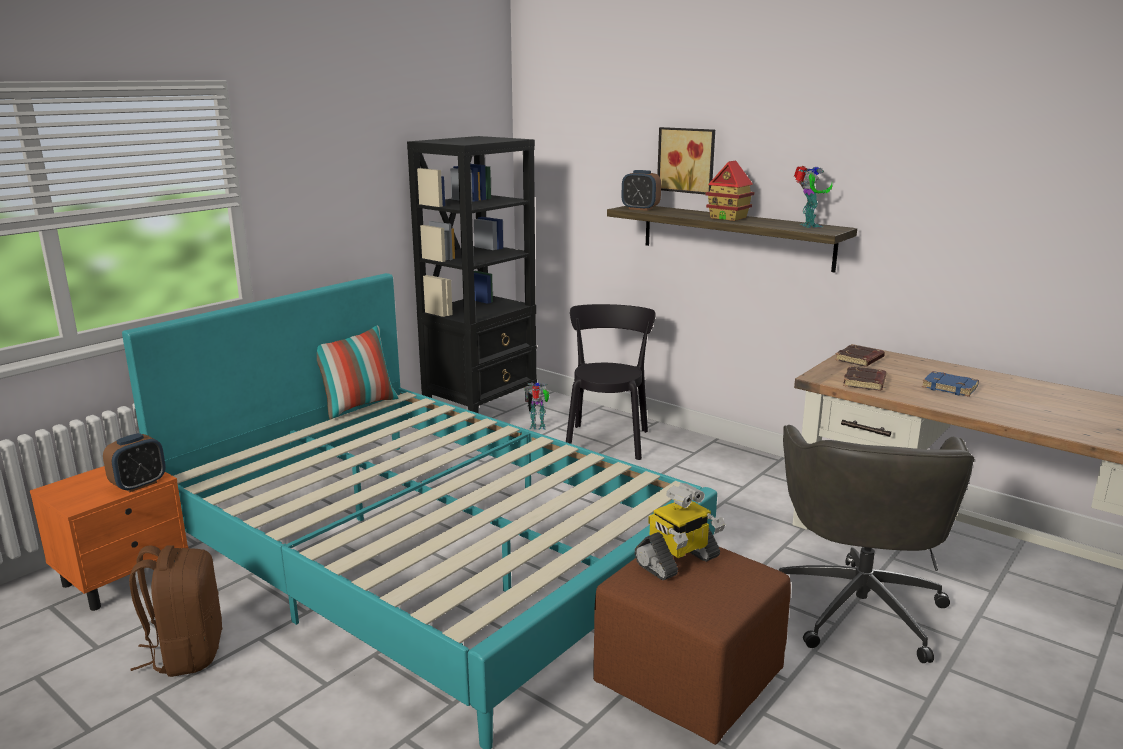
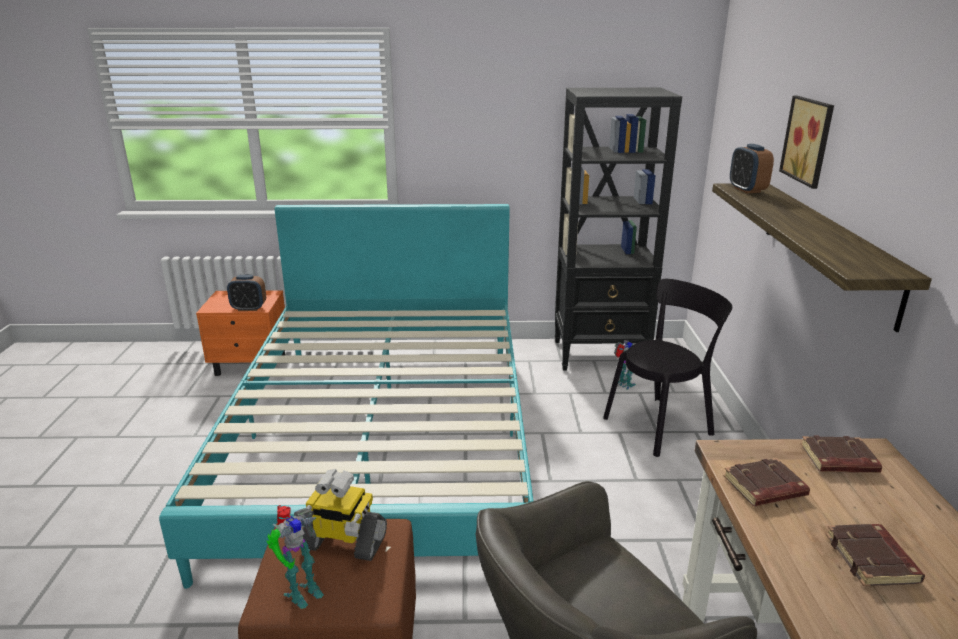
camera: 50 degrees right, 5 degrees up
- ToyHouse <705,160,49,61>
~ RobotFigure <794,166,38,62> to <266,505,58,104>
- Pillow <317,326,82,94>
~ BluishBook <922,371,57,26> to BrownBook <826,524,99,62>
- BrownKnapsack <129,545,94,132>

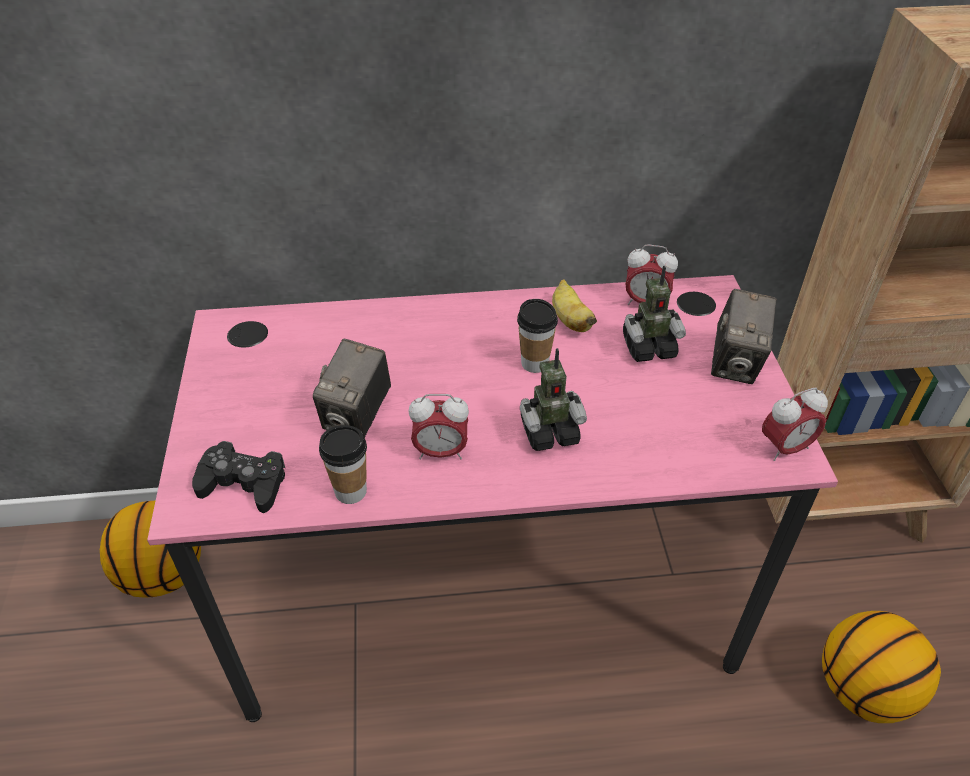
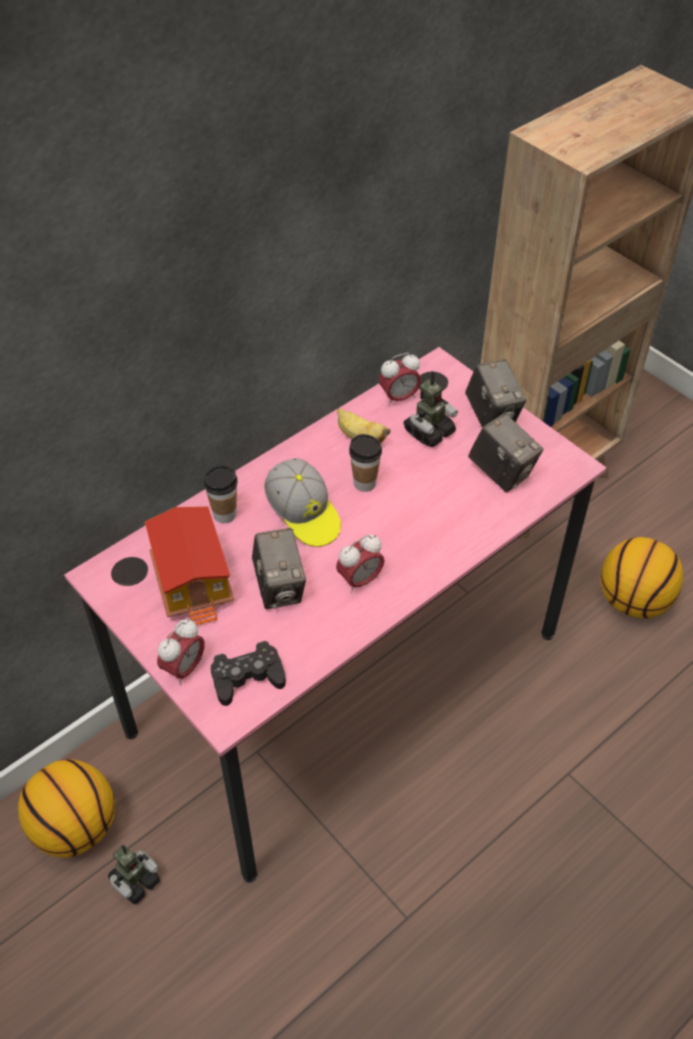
camera: 35 degrees left, 5 degrees up
~ RobotFigure <520,348,67,103> to <108,845,52,59>
~ TableClock <762,388,66,73> to <157,619,48,66>
~ Cup <319,425,48,79> to <203,465,35,58>
+ PhotoCamera <468,413,75,79>
+ Cap <264,458,77,89>
+ ToyHouse <145,506,89,119>

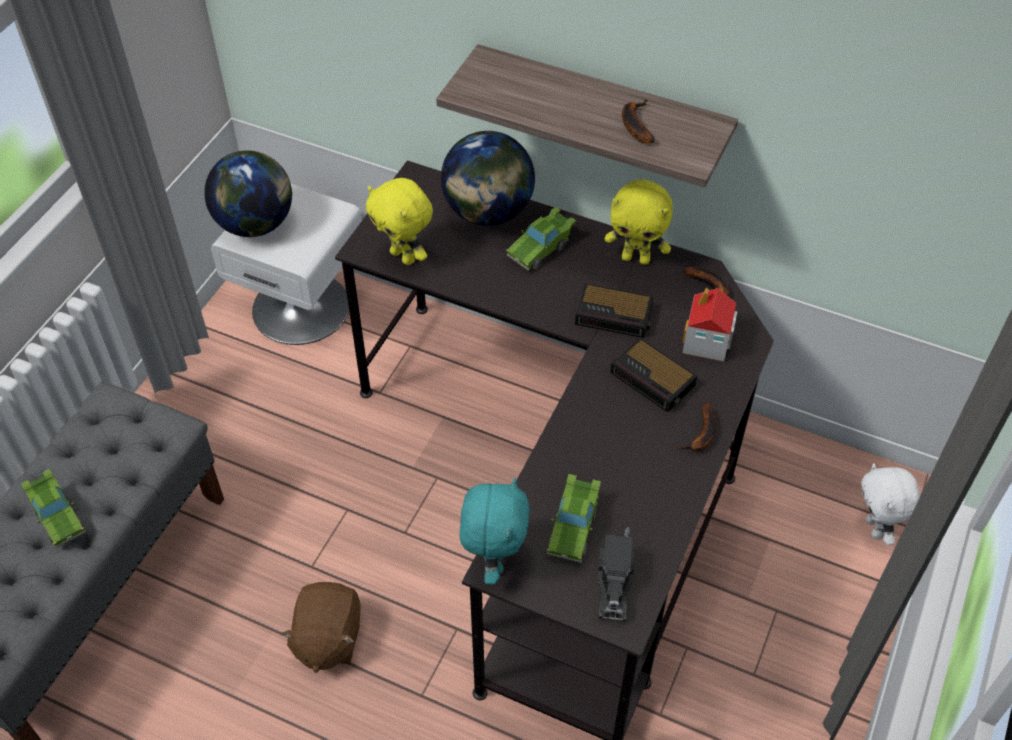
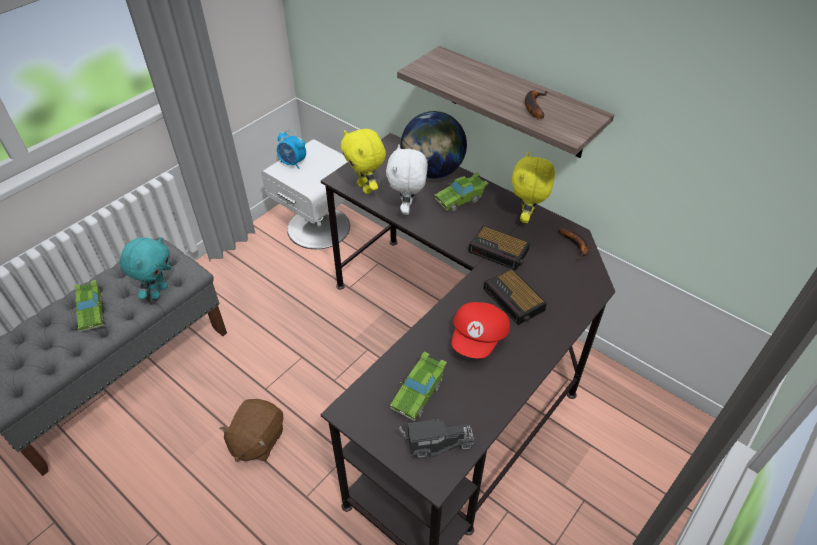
camera: 15 degrees right, 5 degrees down
~ DeskGlobe <204,150,88,87> to TableClock <277,130,29,39>
~ YellowColouredPlushToy <605,180,68,85> = <512,152,43,71> 75 degrees clockwise
- ToyHouse <683,288,54,73>
- WholeBanana <675,402,41,50>
~ WhitishPlushToy <861,463,59,82> to <386,144,42,71>
~ TurquoiseColouredPlushToy <459,477,71,108> to <120,237,51,62>
~ ToyTruck <598,527,37,94> = <399,419,76,40> 120 degrees counterclockwise
+ RedCap <451,302,59,56>

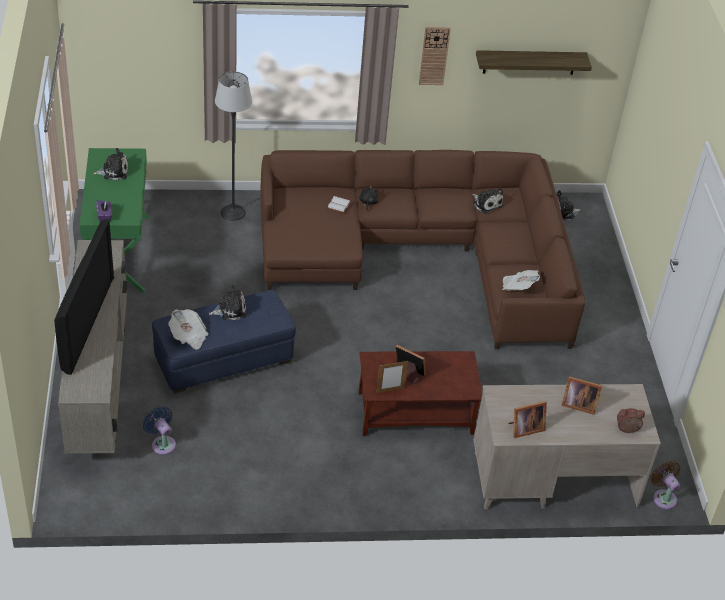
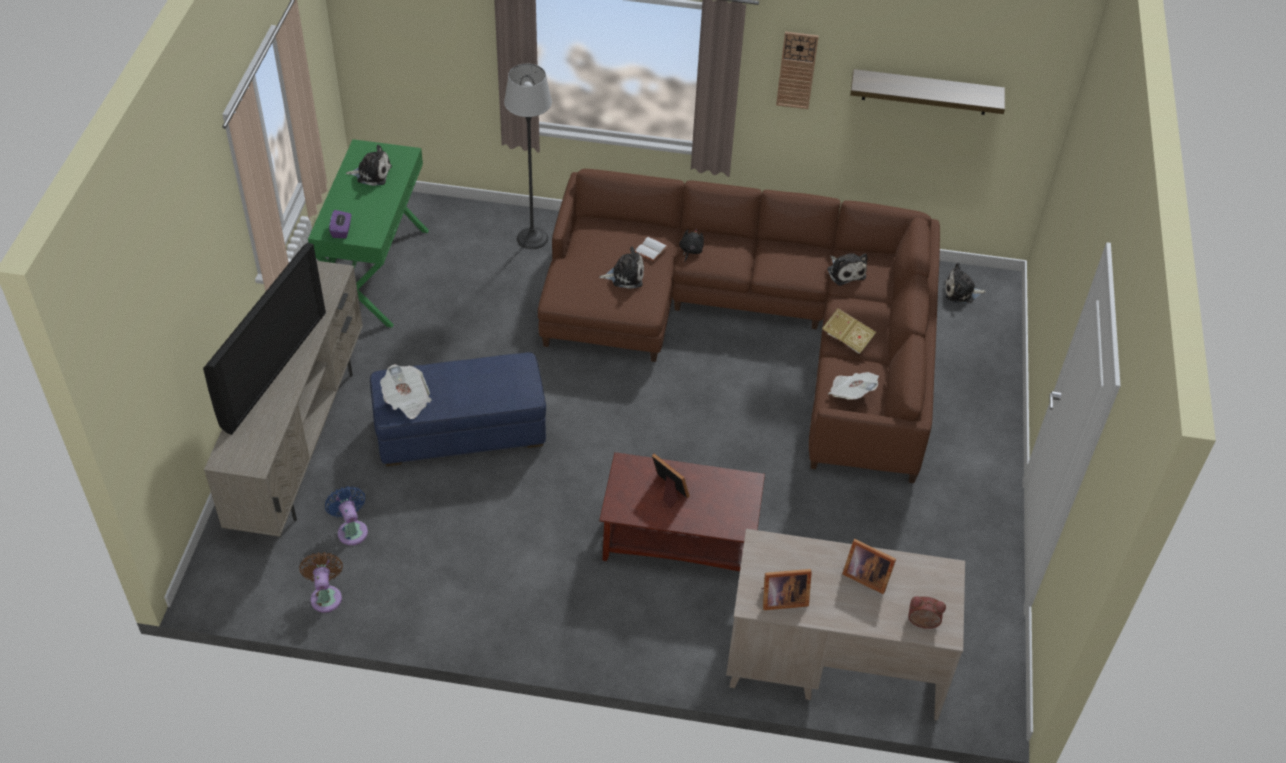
camera: 15 degrees right, 5 degrees up
~ PlushToy <209,285,37,35> to <599,246,45,43>
- PhotoFrame <376,361,32,32>
~ BrownCoolingFan <651,461,30,49> to <299,552,44,61>
+ Book <822,308,54,46>

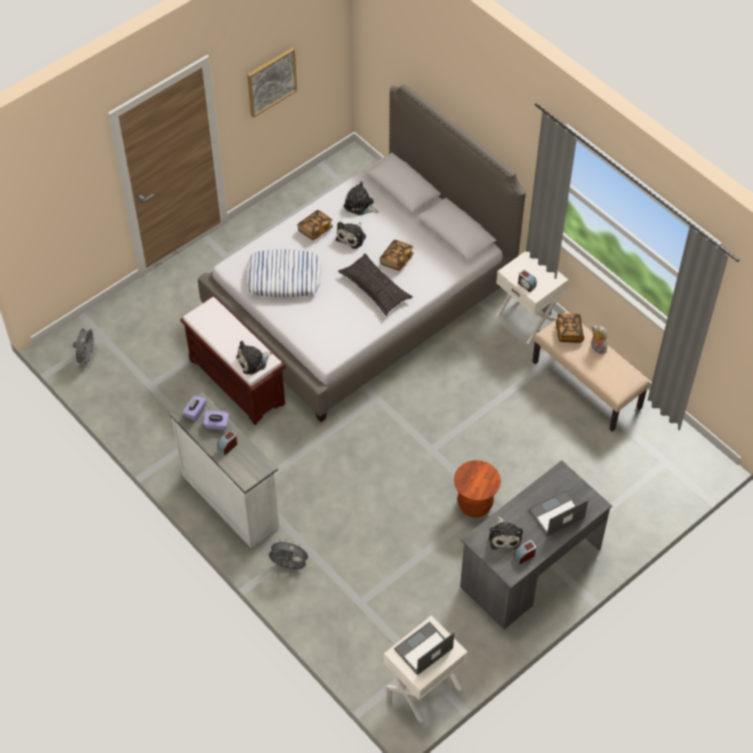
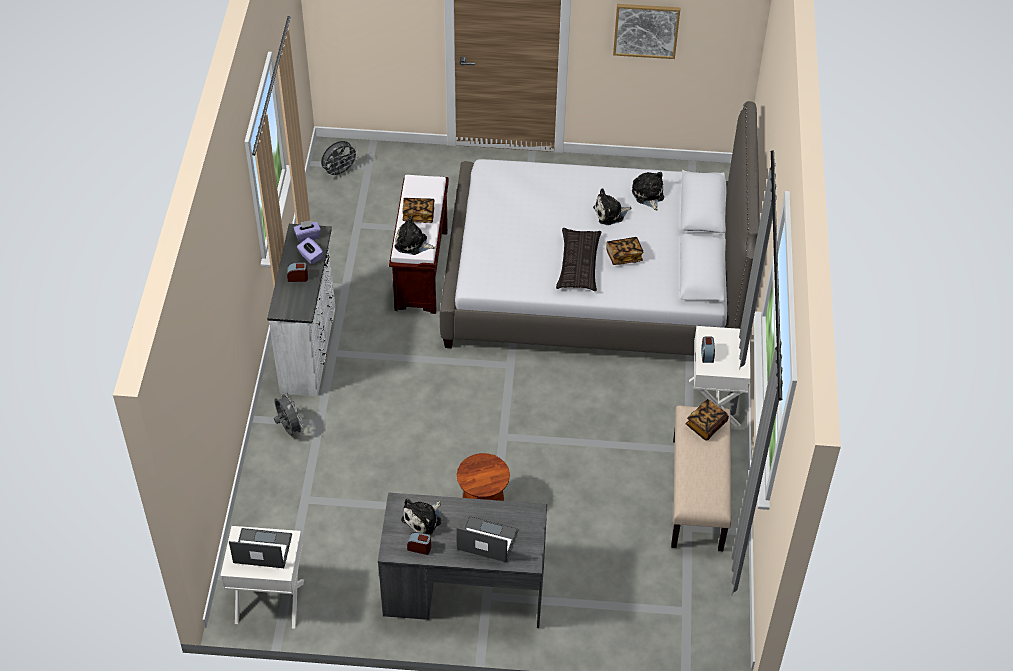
camera: 45 degrees right, 5 degrees down
~ Book <297,210,36,30> to <402,198,33,25>
- Pillow <246,249,75,48>
- PlushToy <591,325,17,29>

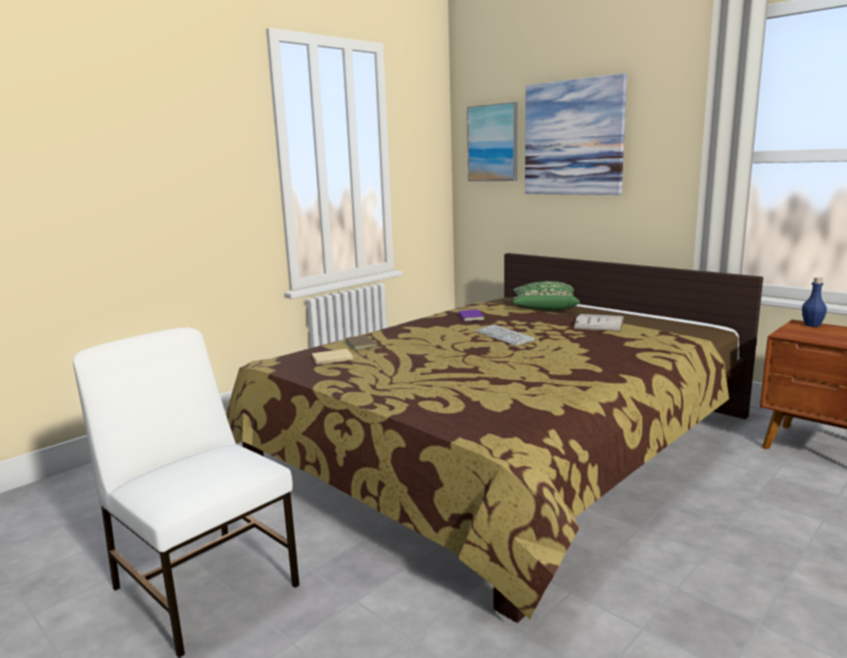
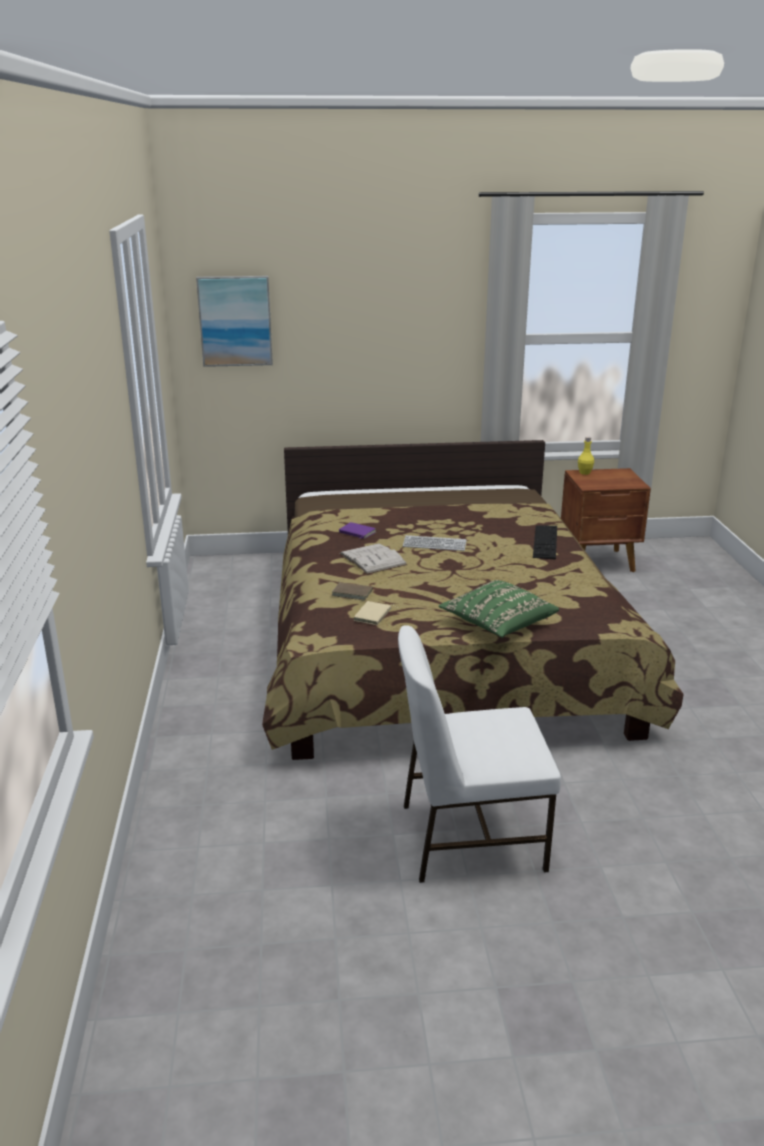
camera: 50 degrees left, 10 degrees up
- WallArt <525,73,102,122>
~ BluishBottle <802,277,25,50> to YellowColouredBottle <578,437,16,38>
~ GreenPillow <513,281,67,29> to <439,580,120,58>
~ WhitishBook <573,314,51,18> to <339,543,69,31>
+ Keyboard <533,525,24,35>

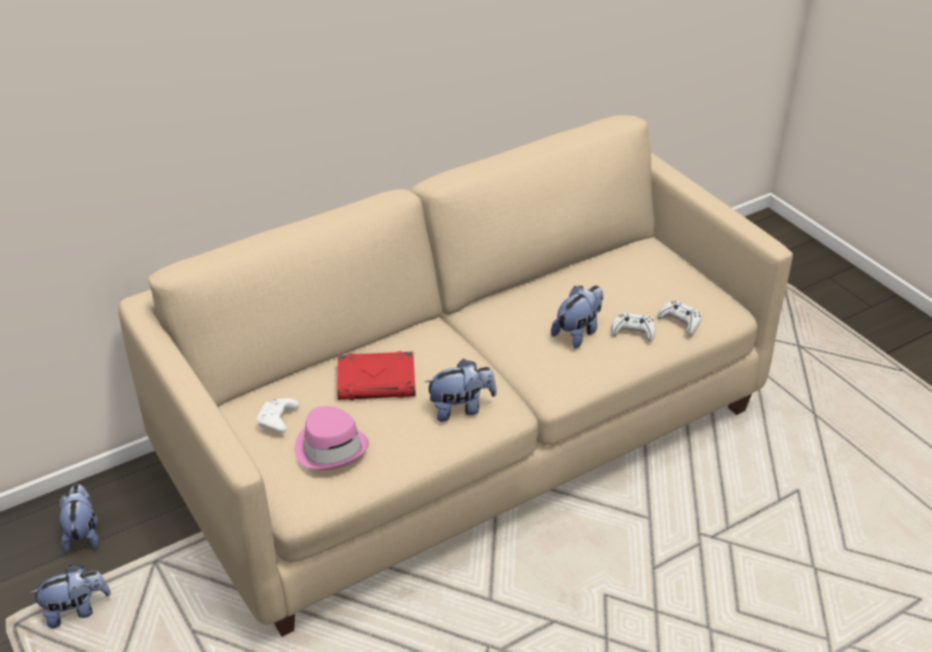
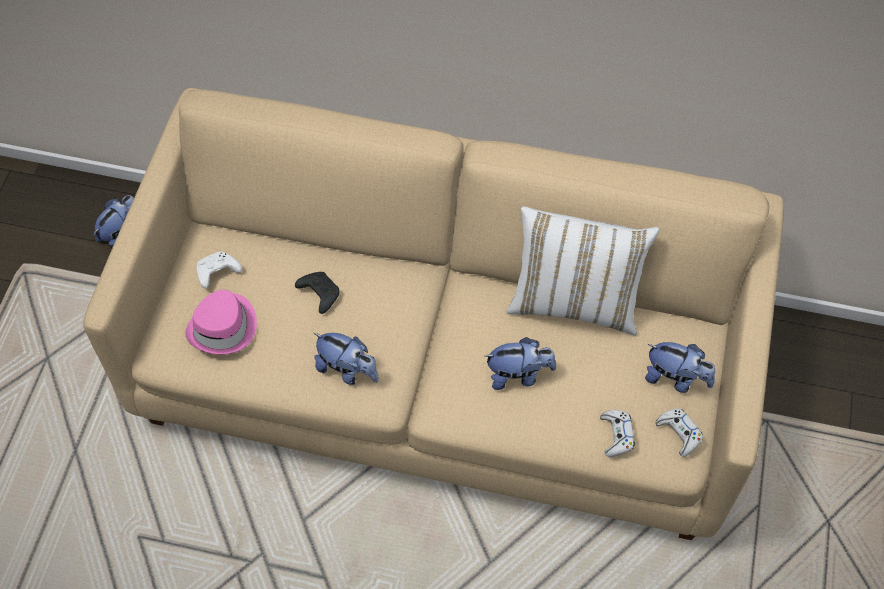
camera: 45 degrees right, 20 degrees up
~ WhitishGameController <611,313,45,28> to <655,408,48,49>
~ RedBook <337,351,79,49> to BlackGameController <295,272,45,42>
~ PlushToy <29,565,82,63> to <645,342,70,51>
+ WhitishPillow <506,206,153,130>

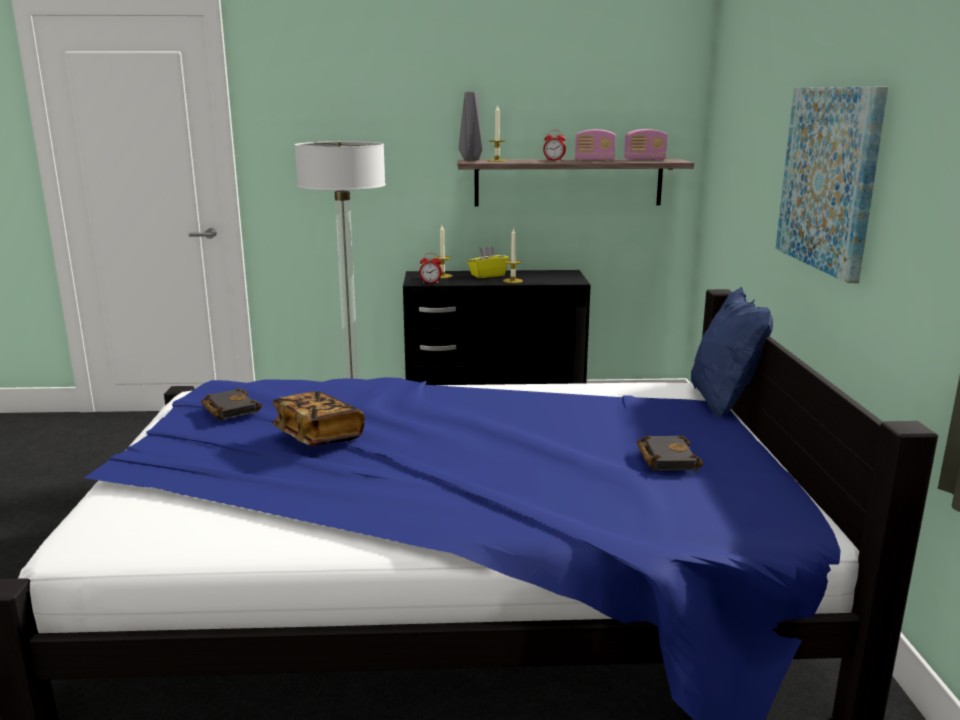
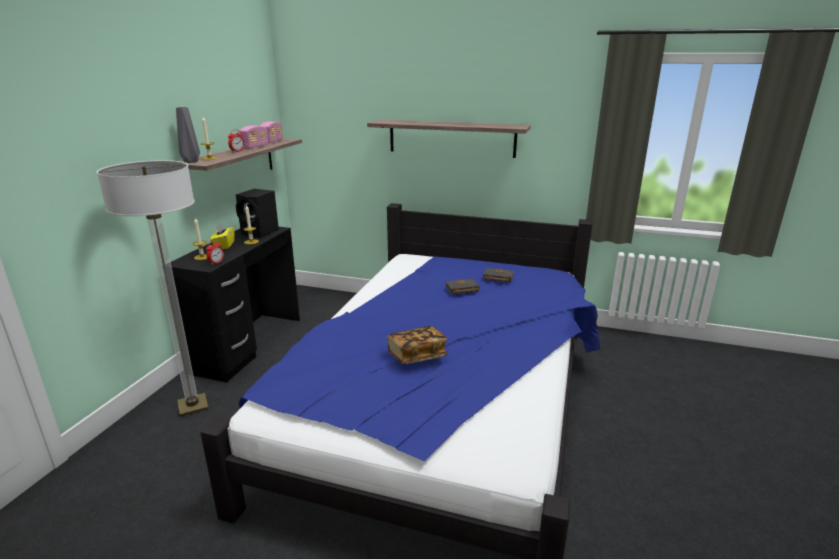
camera: 70 degrees left, 5 degrees up
~ WallArt <776,87,112,196> to WallShelf <367,119,164,39>
- BluishPillow <691,286,82,132>
~ BlackBook <201,388,61,32> to <446,278,33,16>
+ BlackLoudspeaker <236,189,43,49>

